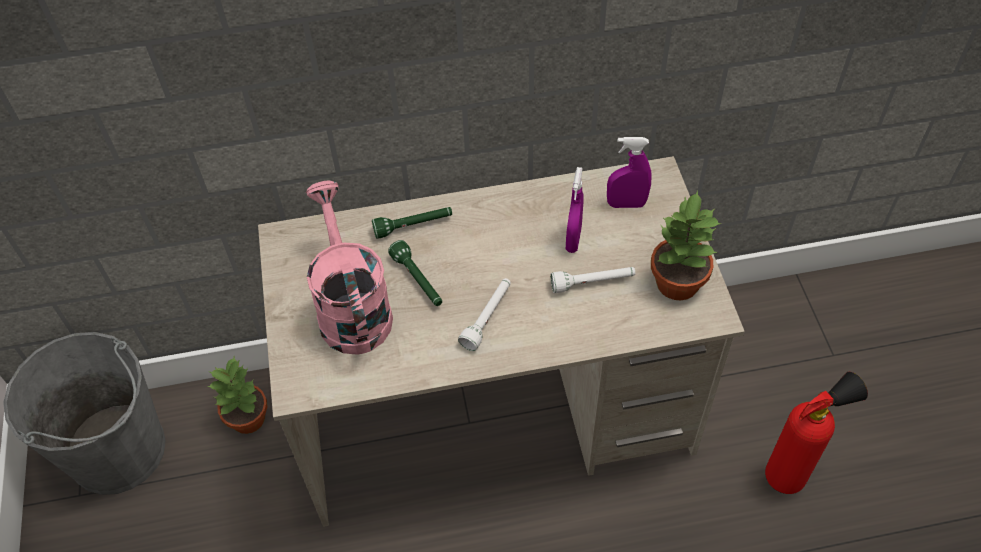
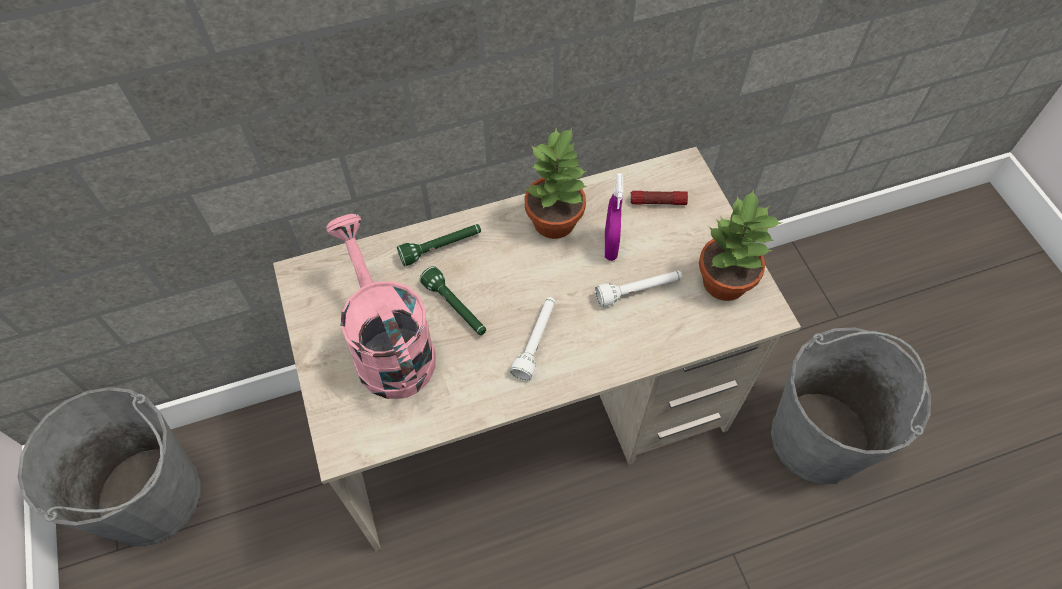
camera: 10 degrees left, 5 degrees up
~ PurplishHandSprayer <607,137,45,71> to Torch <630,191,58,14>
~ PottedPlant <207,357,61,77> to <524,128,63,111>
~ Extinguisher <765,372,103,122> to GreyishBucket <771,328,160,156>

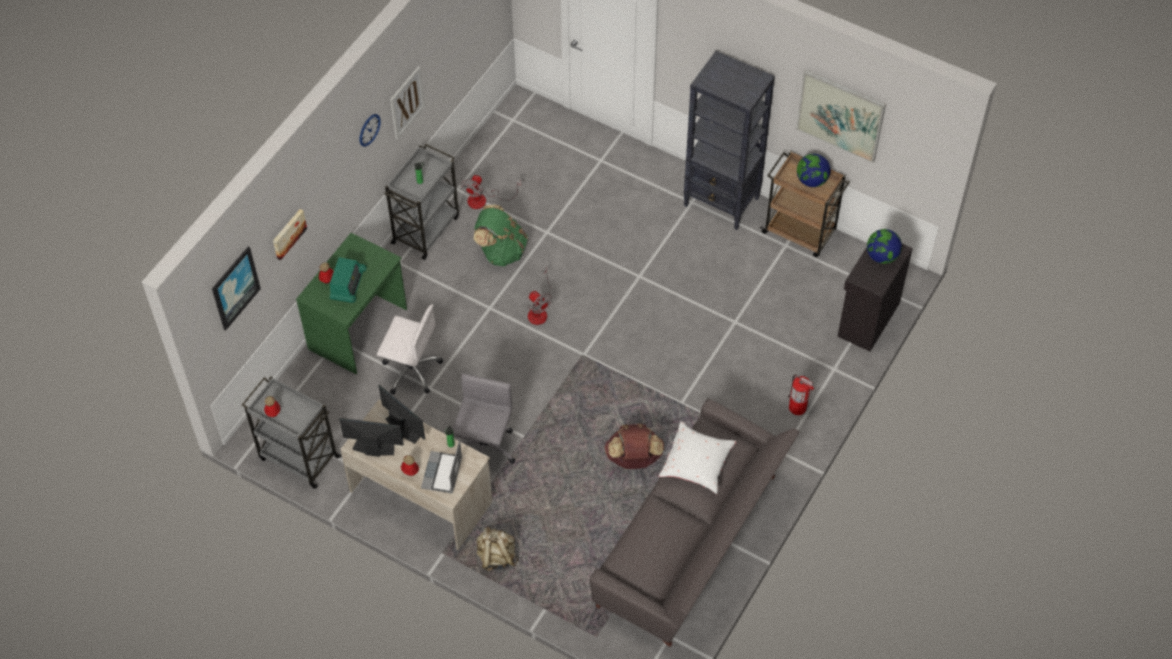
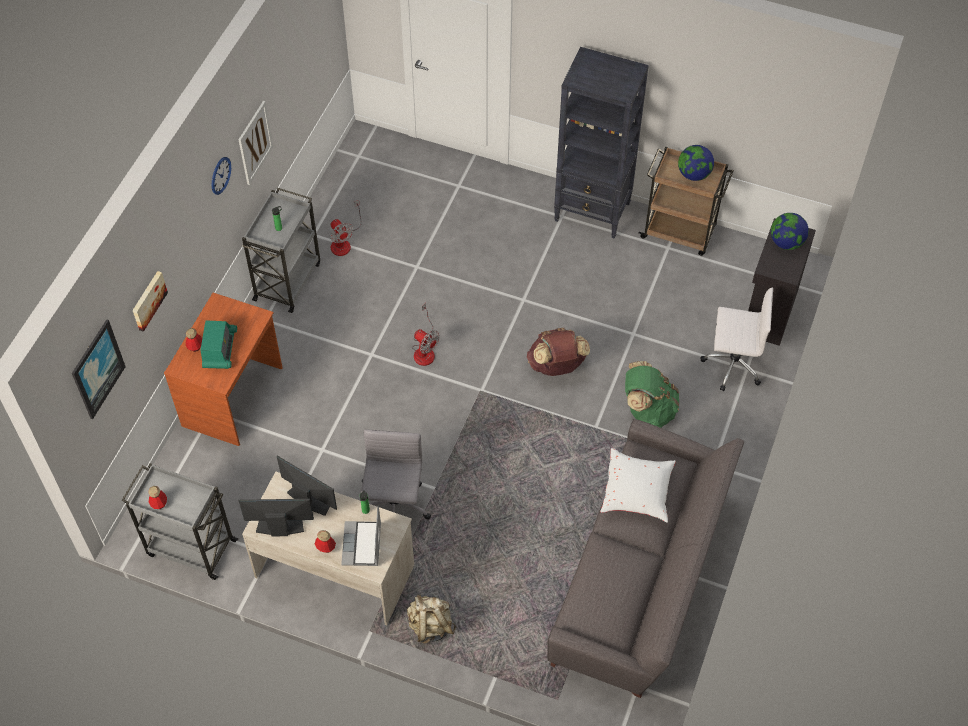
camera: 10 degrees left, 0 degrees up
- WallArt <796,70,90,93>
~ CoolingFan <461,175,60,34> = <330,200,32,56> 45 degrees counterclockwise
~ GreenKnapsack <474,205,54,62> to <625,361,54,67>
~ GreenDeskTable <296,233,111,141> to BrownDeskTable <164,293,119,153>
~ WhitishDeskChair <377,304,66,91> to <700,287,73,104>
- Extinguisher <788,375,26,40>
~ BrownKnapsack <604,423,61,46> to <527,328,63,48>

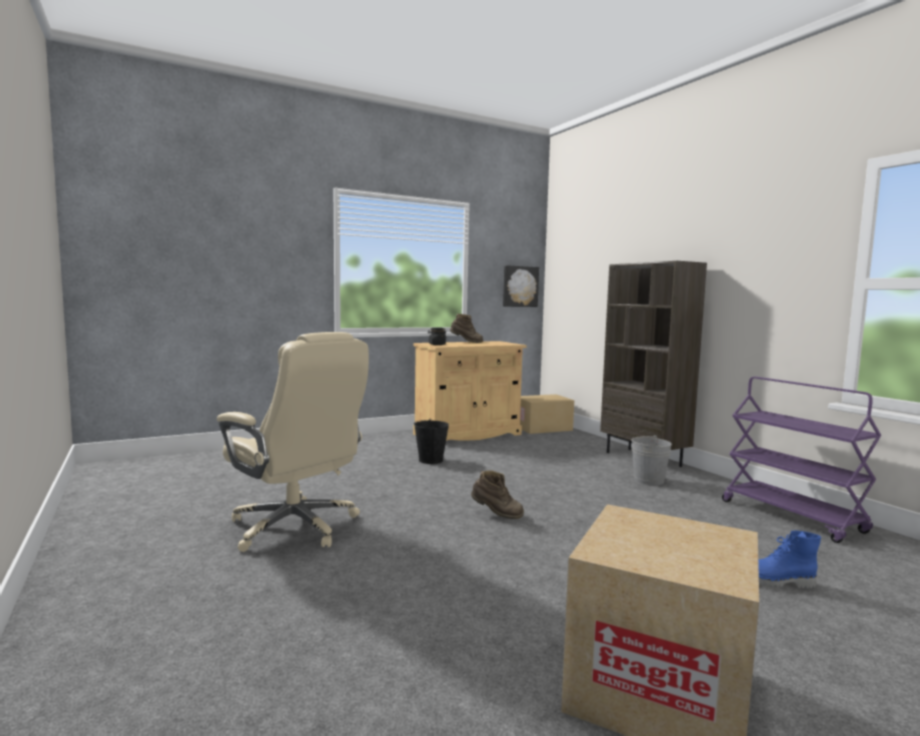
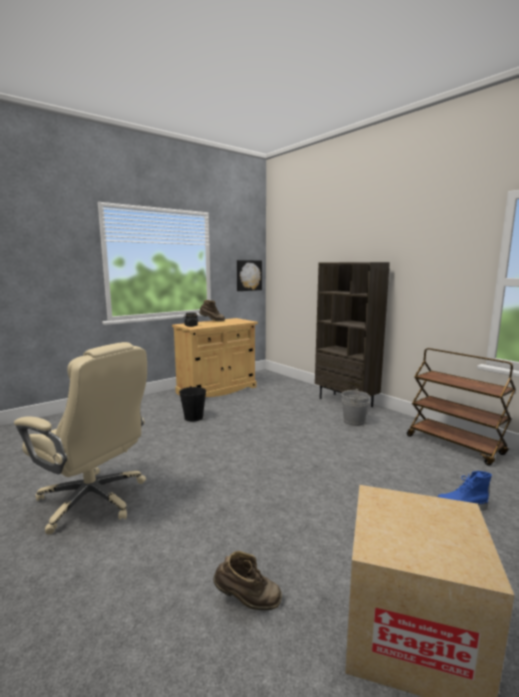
camera: 10 degrees left, 5 degrees up
~ PurplishCart <722,377,159,166> to BrownCart <407,348,109,118>
- CardboardBox <520,394,54,40>
~ BrownBoot <471,470,53,49> to <213,551,69,59>

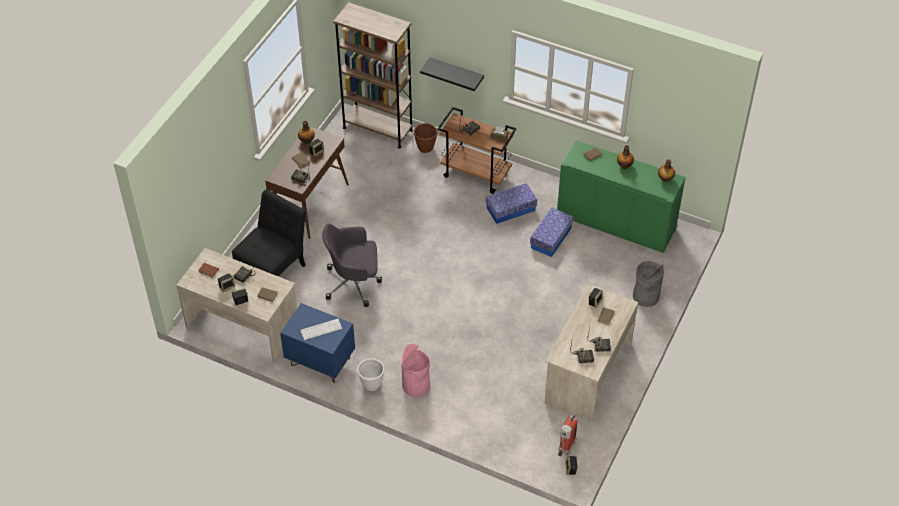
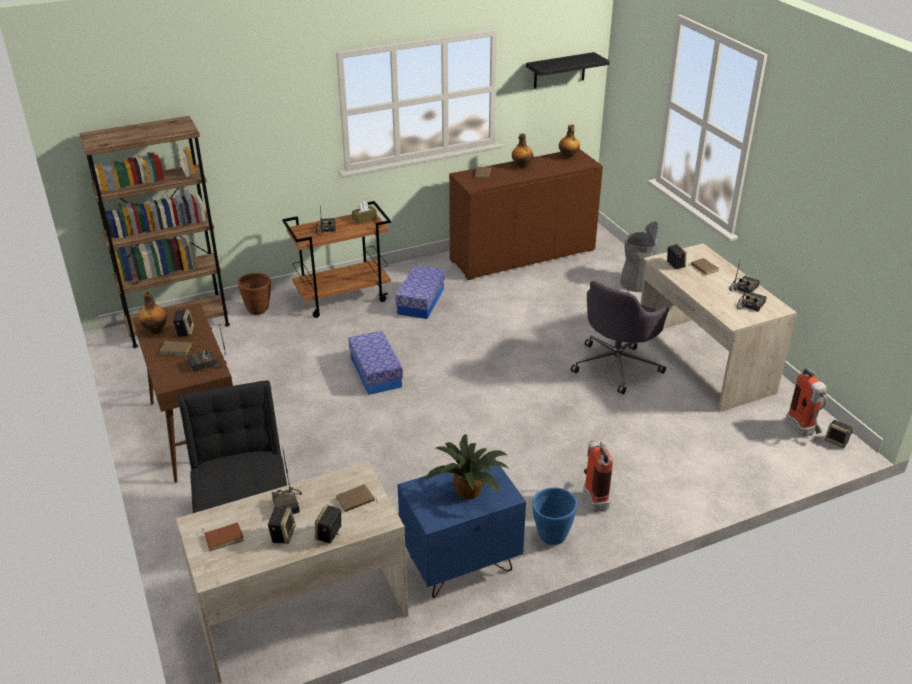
camera: 50 degrees left, 15 degrees down
~ BlackWallShelf <420,57,64,34> to <526,52,84,37>
~ GreenCabinet <557,140,129,113> to BrownCabinet <449,149,154,131>
~ StorageBox <530,208,44,49> to <348,331,55,64>
~ GreyishDeskChair <322,223,60,84> to <571,281,98,113>
~ Keyboard <300,319,42,21> to PottedPlant <425,434,83,65>
~ PinkishRubbishBin <401,344,29,53> to Extinguisher <583,440,30,72>
~ WhitishPlanter <357,358,27,33> to BluishPlanter <532,487,45,58>

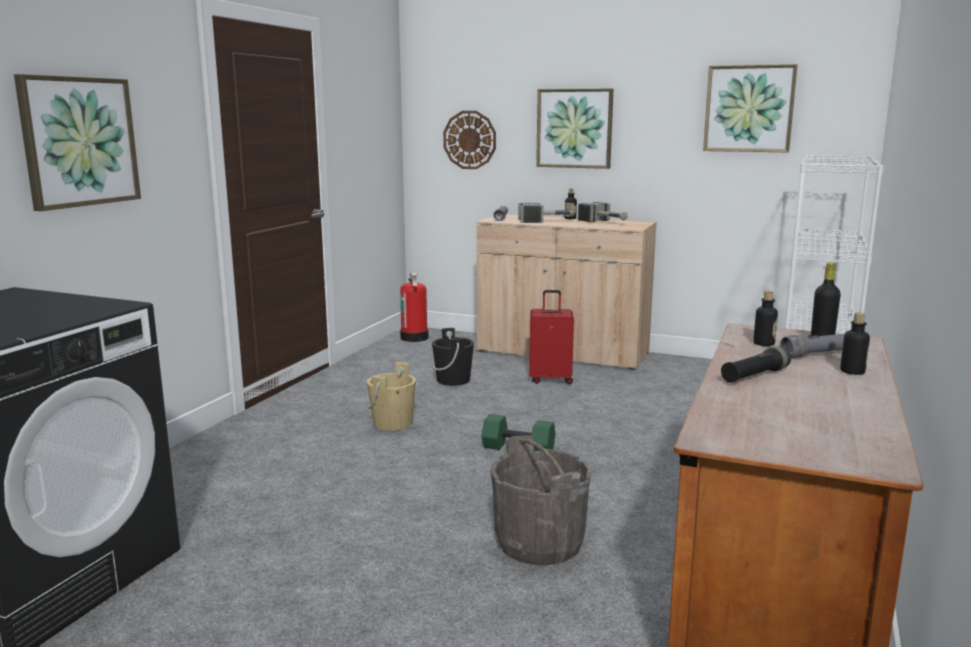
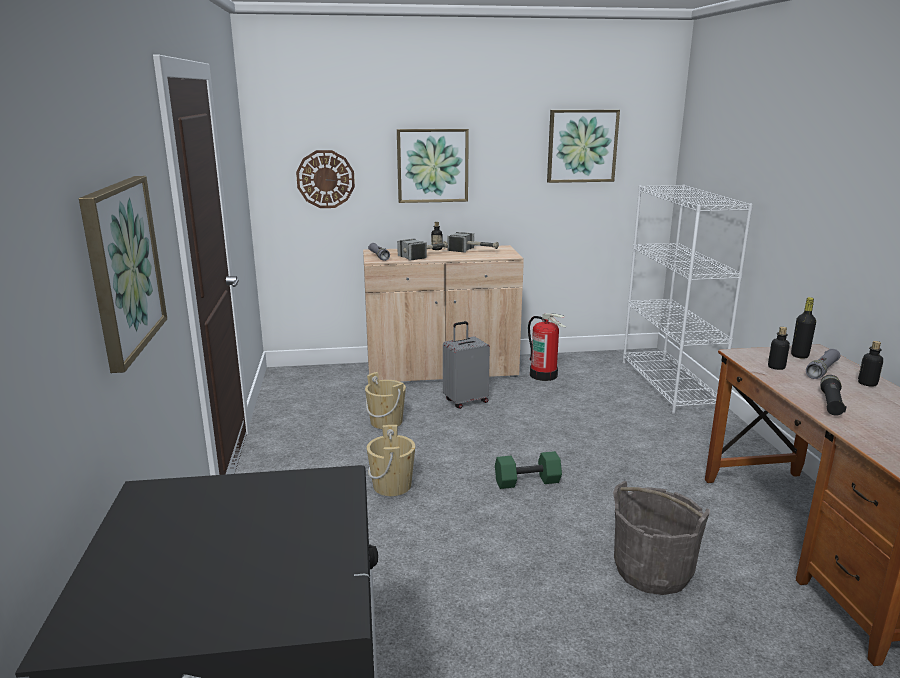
camera: 30 degrees left, 5 degrees up
~ Extinguisher <400,273,28,69> to <528,313,39,68>
~ RedSuitcase <529,290,45,94> to GreyishSuitcase <443,321,47,88>
~ BlackBucket <432,328,42,58> to BeigeColouredBucket <365,372,41,57>

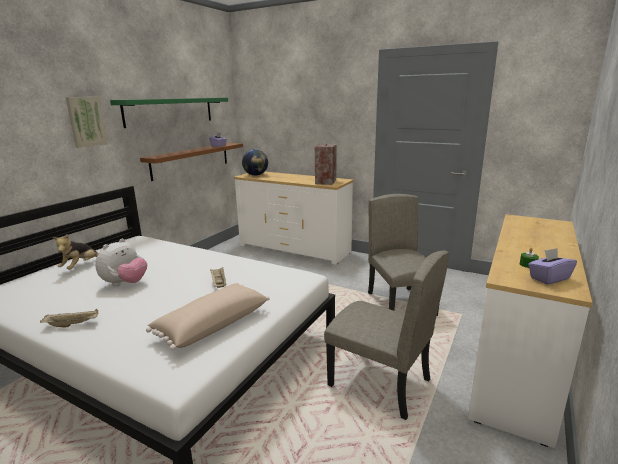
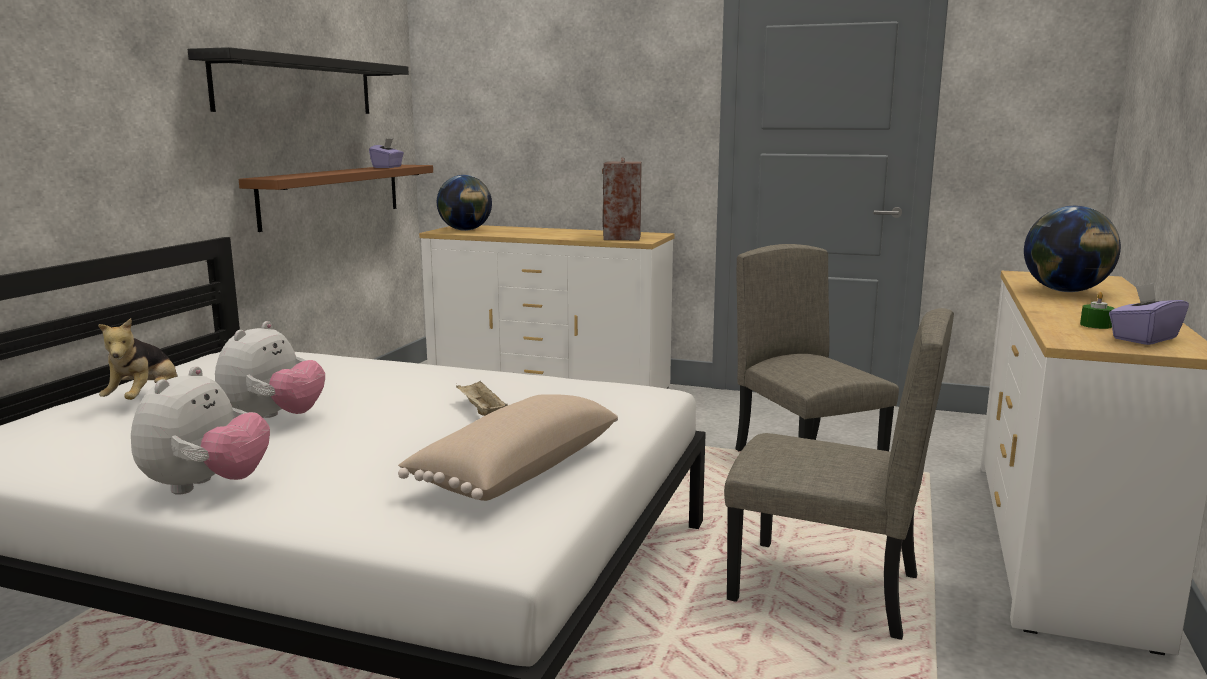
camera: 10 degrees left, 5 degrees down
- WallArt <66,97,42,51>
~ GreenWallShelf <110,98,118,30> to BlackWallShelf <188,47,221,67>
~ BeigeColouredServingTray <40,309,58,18> to PlushToy <131,366,139,129>
+ DeskGlobe <1024,206,97,86>

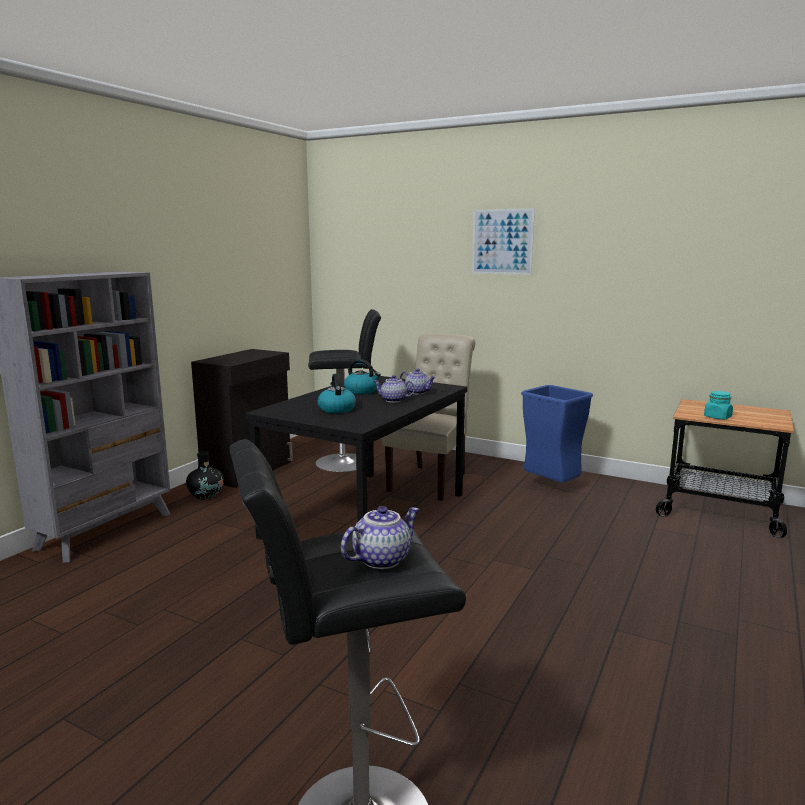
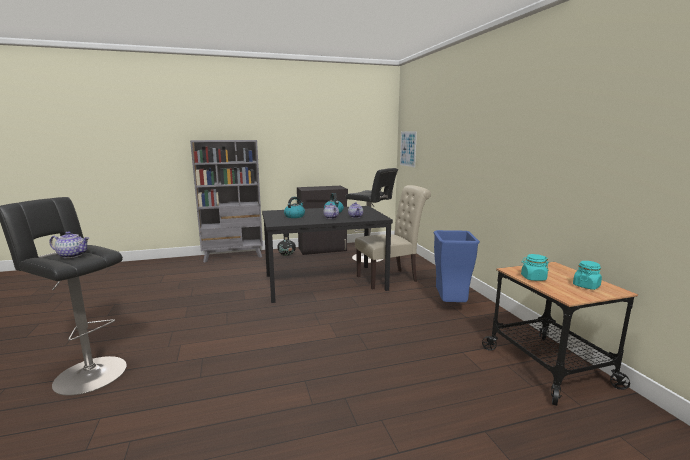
camera: 45 degrees right, 0 degrees up
~ WallArt <472,208,63,67> to <400,131,17,37>
+ TurquoiseColouredStorageJar <573,261,29,29>

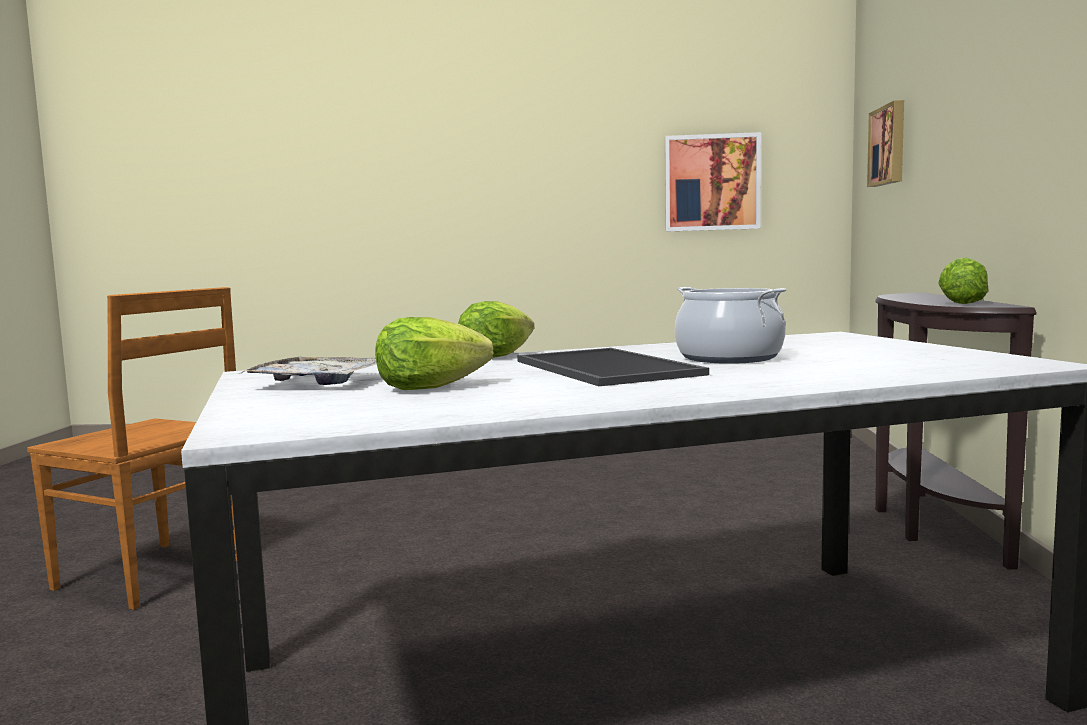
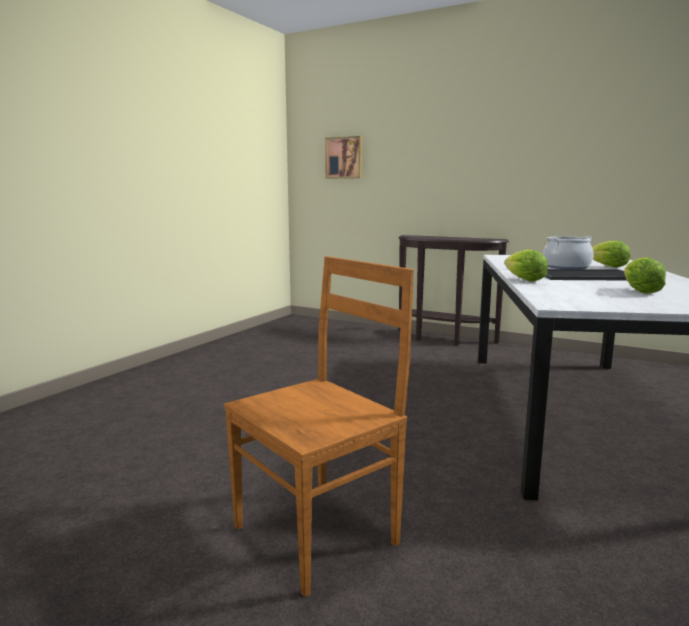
camera: 65 degrees left, 5 degrees up
- WallArt <665,132,96,100>
~ LettuceHead <938,258,51,46> to <592,241,39,27>
- ServingTray <238,357,139,28>

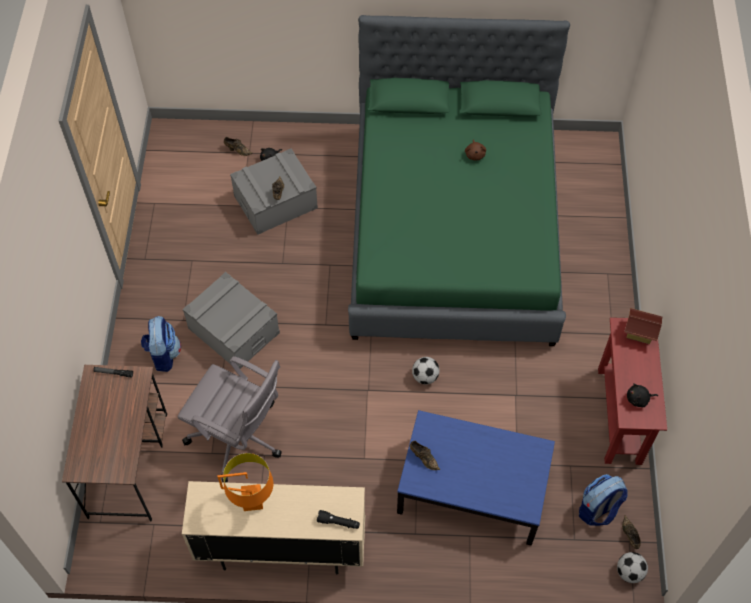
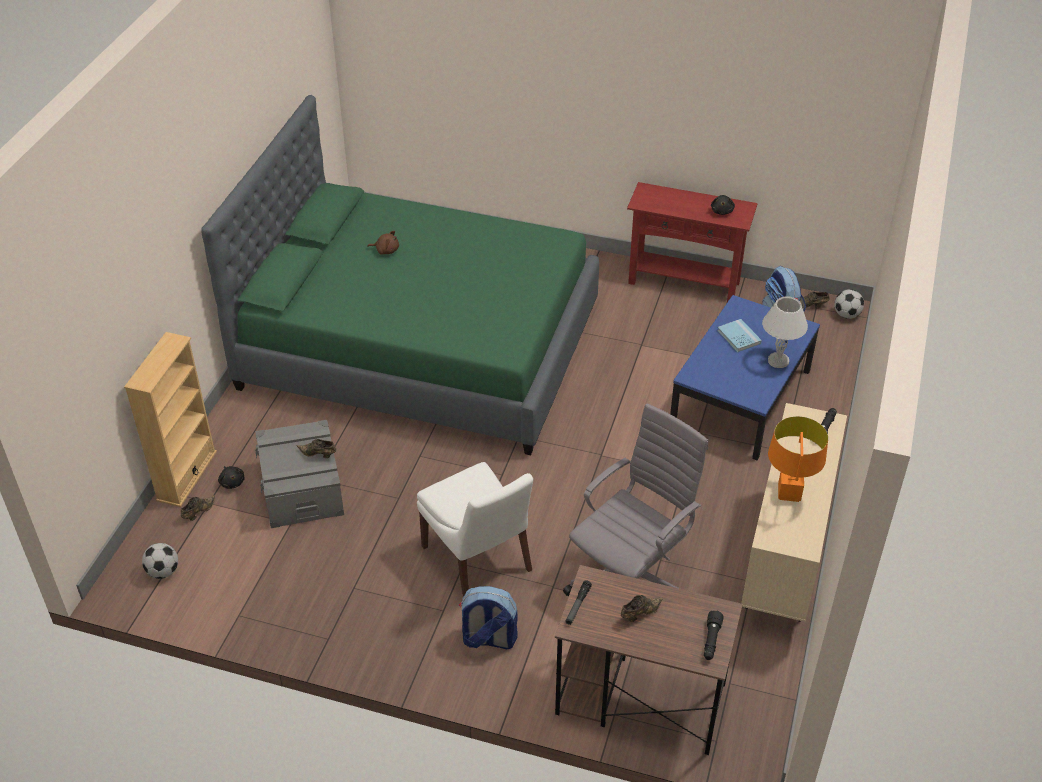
camera: 75 degrees left, 15 degrees down
~ GreyishStorageBox <183,272,97,97> to WhitishChair <417,462,116,135>
- ToyHouse <624,308,38,36>
~ Football <412,357,27,27> to <142,543,36,36>
~ BrownLowShoe <410,441,30,29> to <621,595,42,27>
+ WhitishTableLamp <762,296,46,72>
+ BluishBook <717,319,45,33>
+ BeigeColouredBookcase <124,332,93,175>
+ BlackTorch <704,611,20,49>

